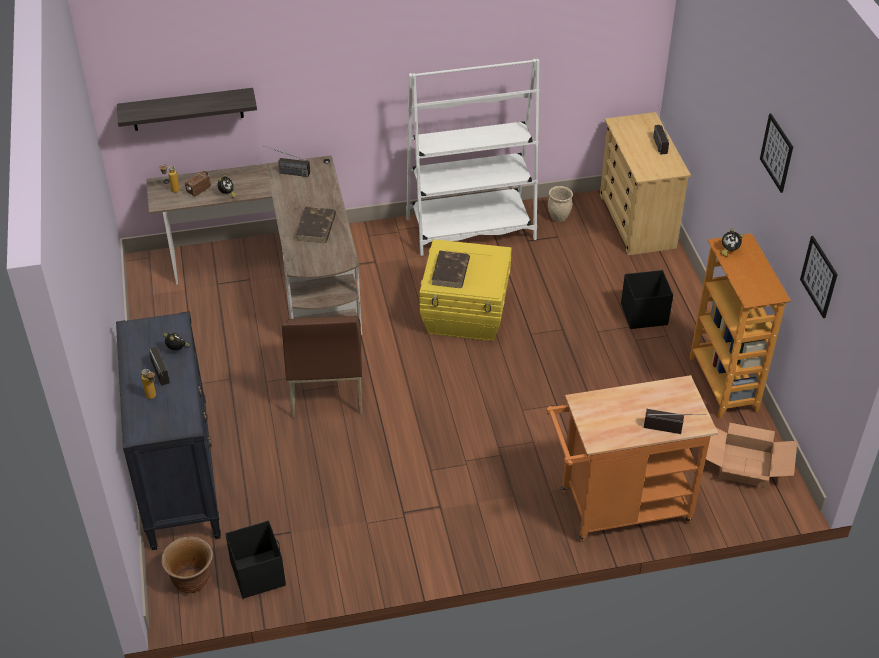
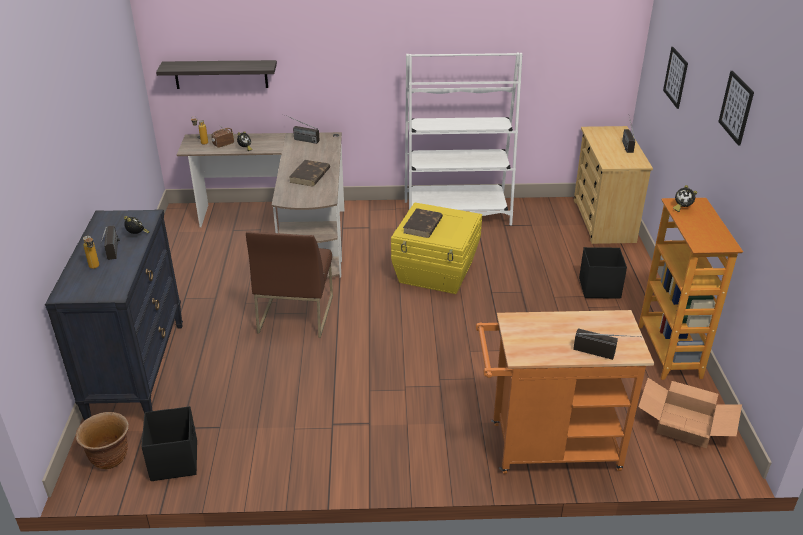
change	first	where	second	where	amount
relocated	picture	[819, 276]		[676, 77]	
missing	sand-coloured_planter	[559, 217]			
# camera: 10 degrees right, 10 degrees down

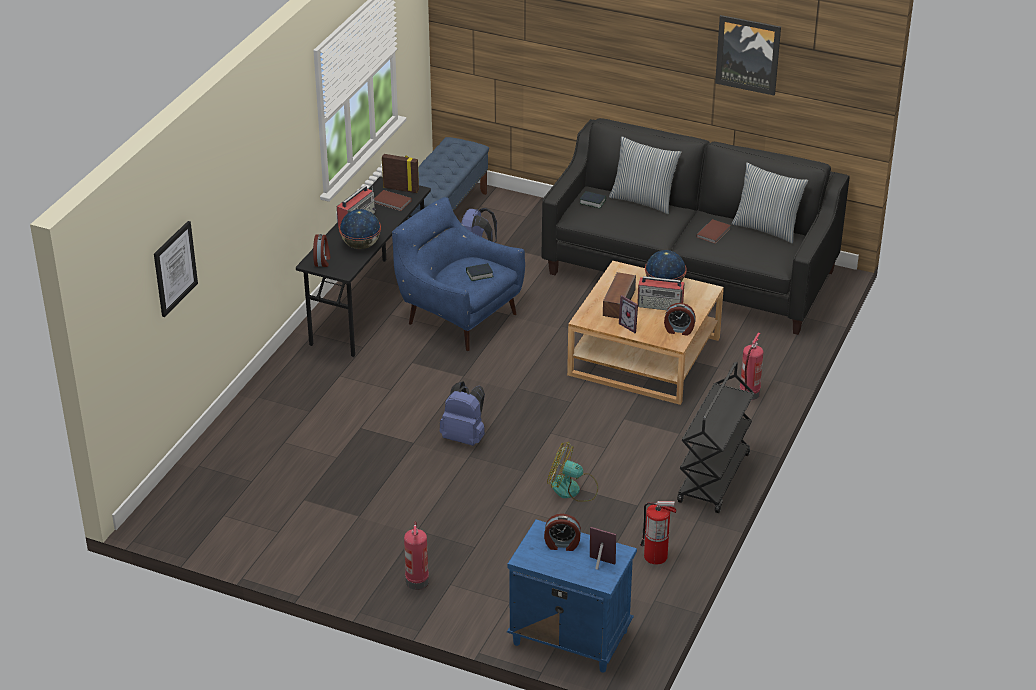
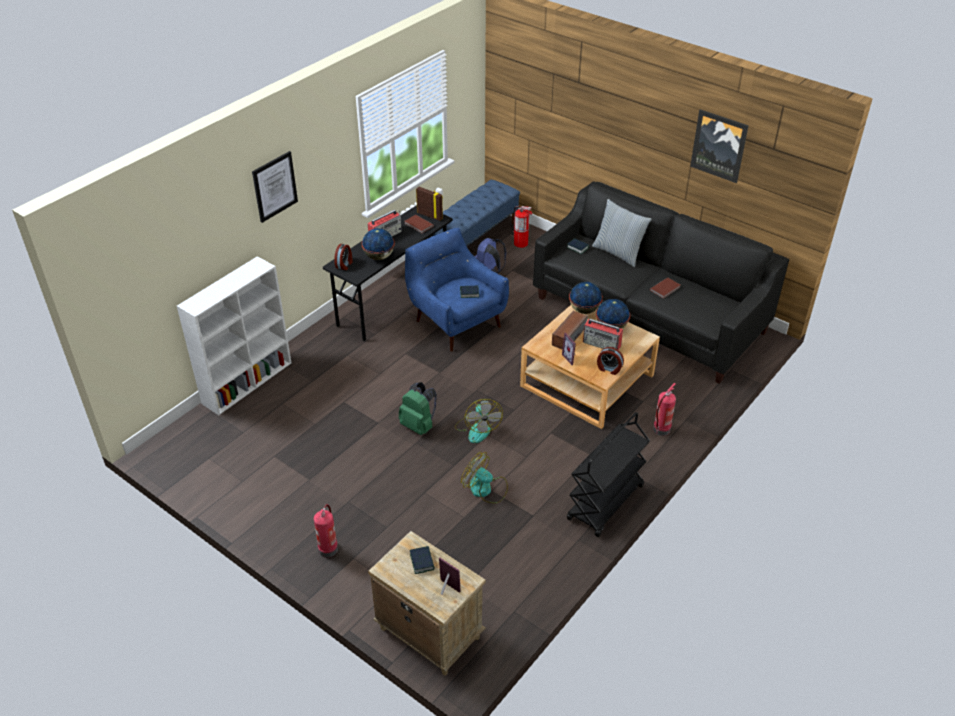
change	first	where	second	where	amount
appeared			whitish_bookcase	[248, 382]	
relocated	picture	[174, 268]		[274, 186]	
colour	blue_night_table	[568, 638]	sand-coloured_night_table	[428, 633]	
colour	blue_rucksack	[465, 437]	greenish_rucksack	[419, 425]	
exchanged	alarm_clock	[562, 544]	book	[422, 561]	
appeared			cooling_fan	[477, 428]	
relocated	extinguisher	[656, 556]		[521, 243]	
appeared			globe	[584, 310]	
missing	pillow	[767, 228]			
# camera: 15 degrees right, 5 degrees up

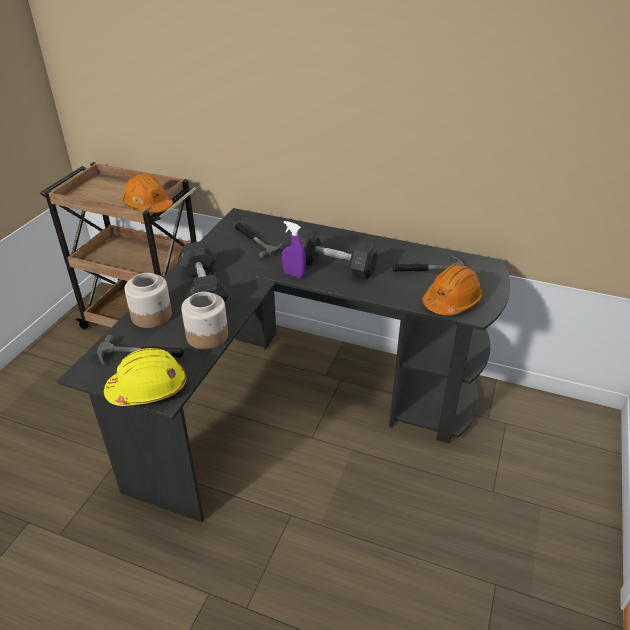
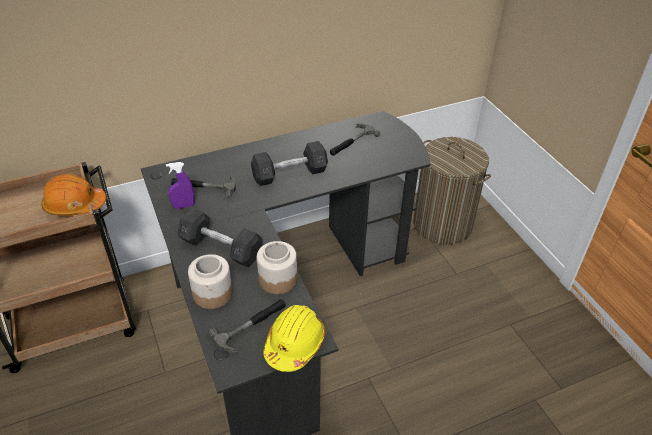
change	first	where	second	where	amount
relocated	purple_hand_sprayer	[294, 274]		[183, 206]	
appeared			hamper	[442, 224]	
missing	orange_work_helmet	[451, 301]			
# camera: 45 degrees left, 5 degrees up

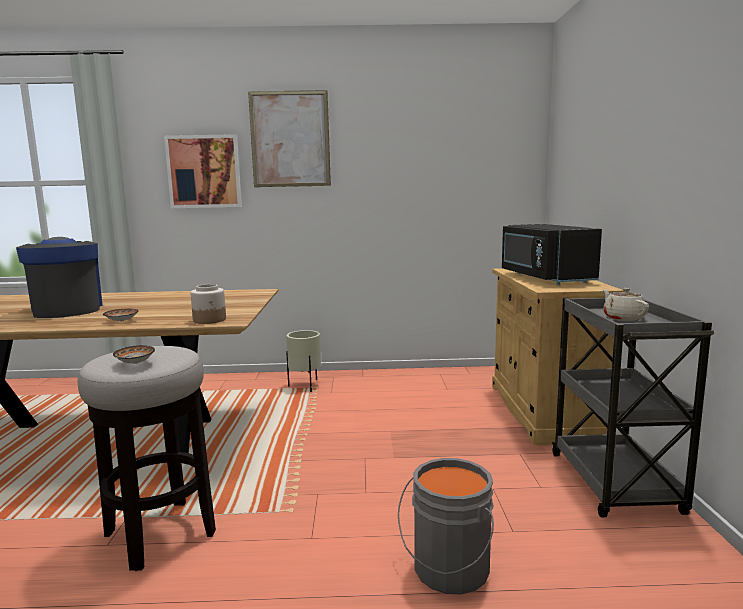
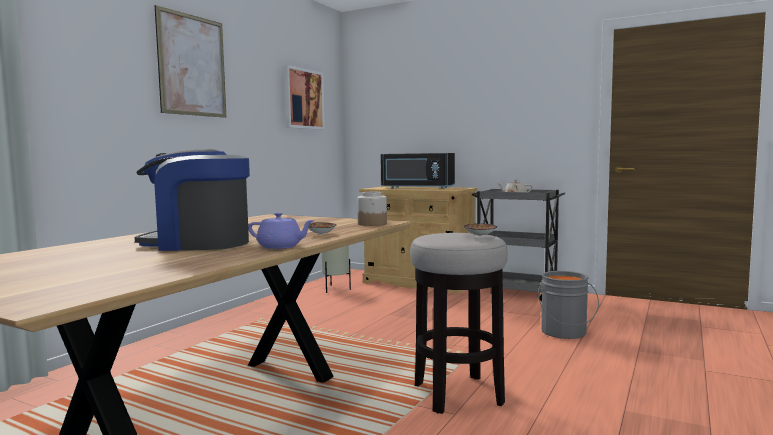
change	first	where	second	where	amount
appeared			purple_tea_pot	[281, 247]	
relocated	picture	[204, 172]		[303, 99]	
relocated	sand-coloured_planter	[305, 386]		[335, 289]	
# camera: 60 degrees left, 5 degrees down

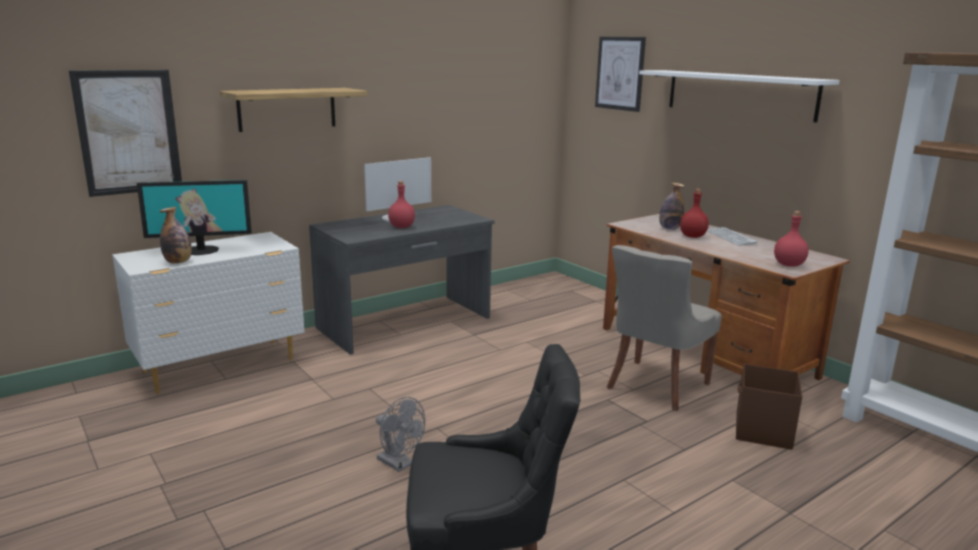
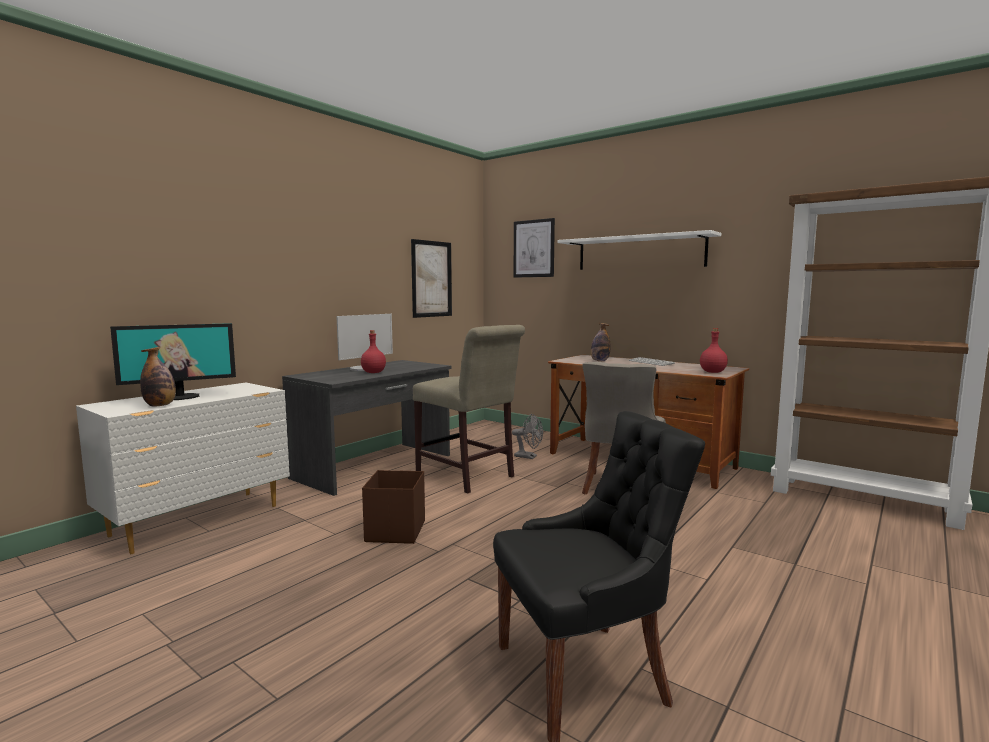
change	first	where	second	where	amount
relocated	brown_storage_box	[762, 431]		[395, 532]	
relocated	picture	[128, 132]		[431, 279]	
appeared			sand-coloured_upright_chair	[468, 477]	
relocated	grey_cooling_fan	[399, 464]		[529, 457]	
missing	wall_shelf	[287, 109]			
missing	red_beverage_bottle	[692, 236]			
# camera: 15 degrees left, 10 degrees down

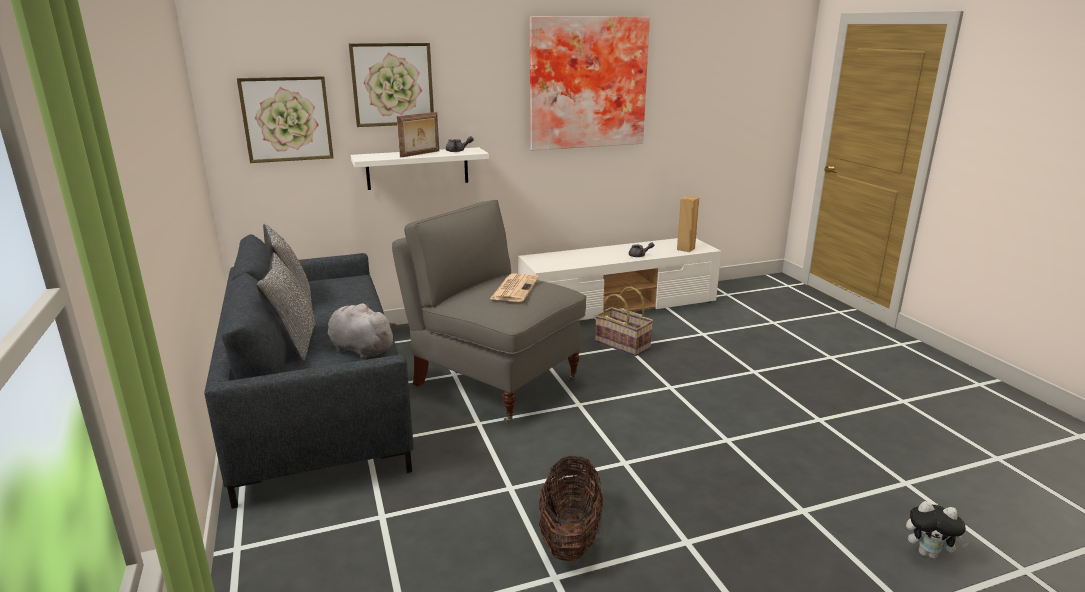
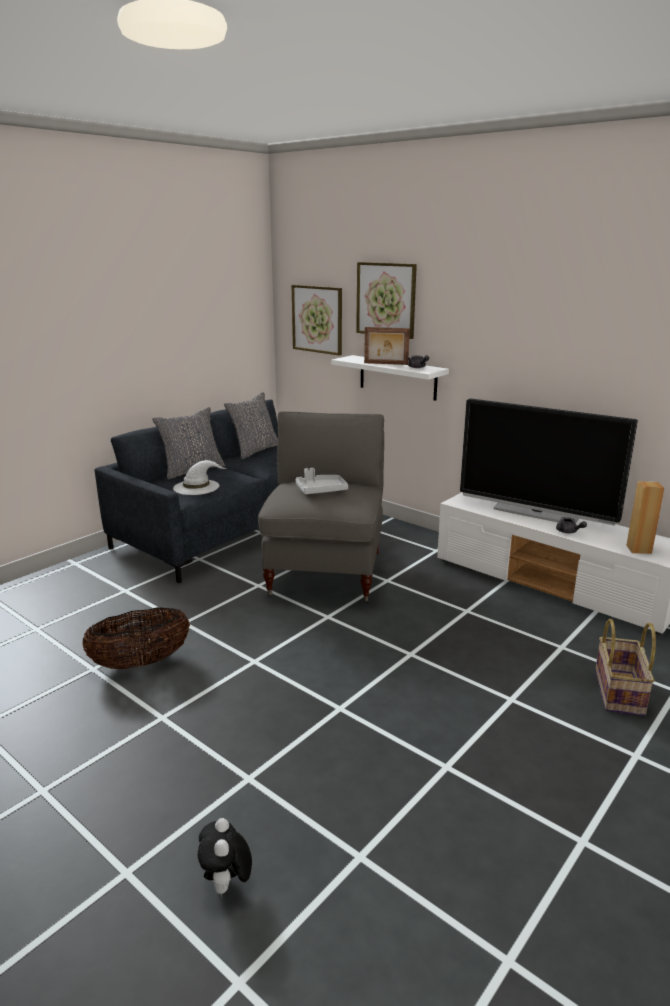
change	first	where	second	where	amount
exchanged	grey_plush_toy	[360, 349]	whitish_wearable_hat	[197, 487]	
exchanged	daily_paper	[514, 288]	grey_serving_tray	[321, 490]	
appeared			TV_set	[536, 513]	
relocated	basket	[623, 344]		[620, 692]	
missing	picture	[587, 83]			
# camera: 60 degrees right, 0 degrees up

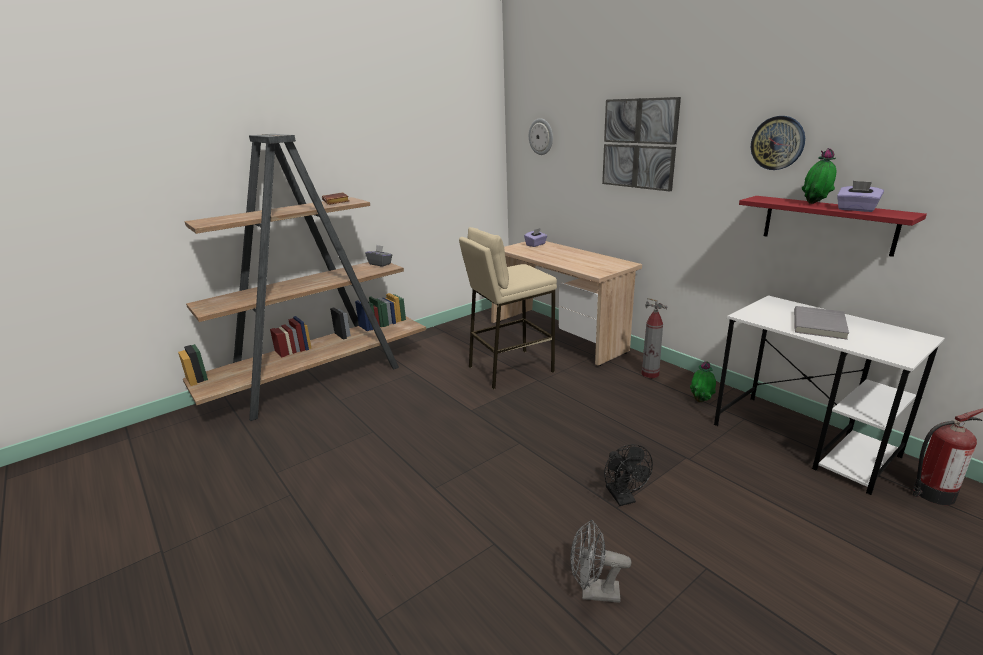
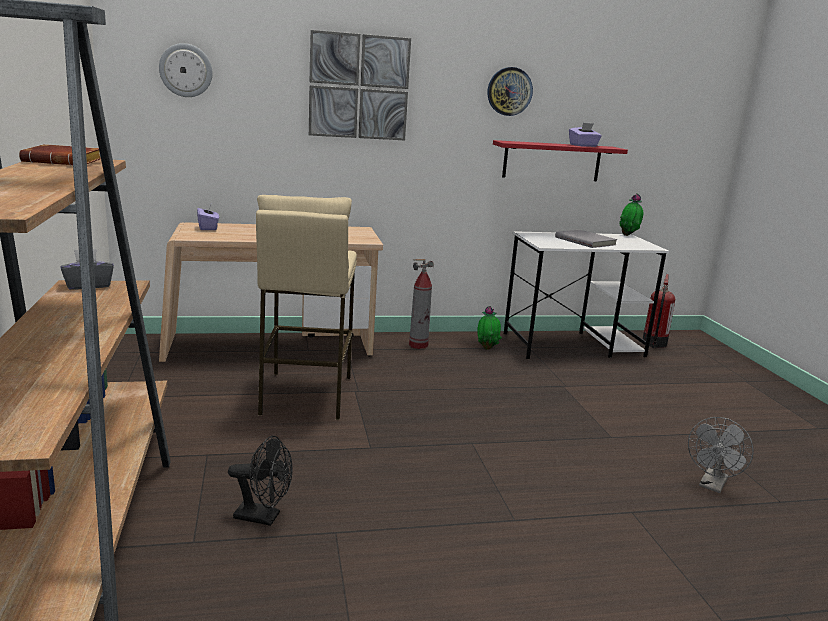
change	first	where	second	where	amount
relocated	black-coloured_cooling_fan	[623, 498]		[264, 517]	
relocated	potted_plant	[814, 204]		[628, 235]	
# camera: 65 degrees left, 5 degrees down

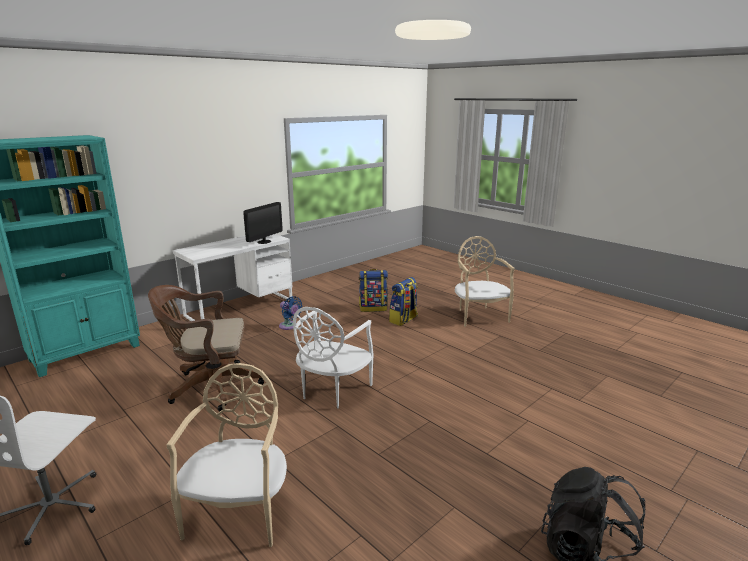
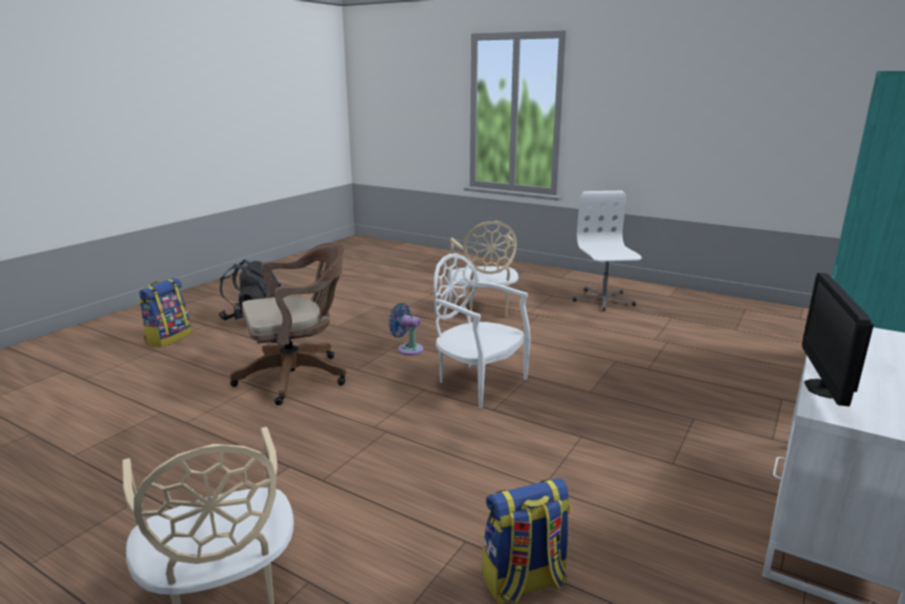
change	first	where	second	where	amount
relocated	rucksack	[404, 320]		[168, 338]	
relocated	brown_computer_chair	[210, 387]		[298, 376]	
relocated	blue_cooling_fan	[289, 326]		[408, 349]	
spun	whitish_upright_chair	[332, 390]		[478, 382]	60 degrees counterclockwise
# camera: 165 degrees right, 0 degrees up

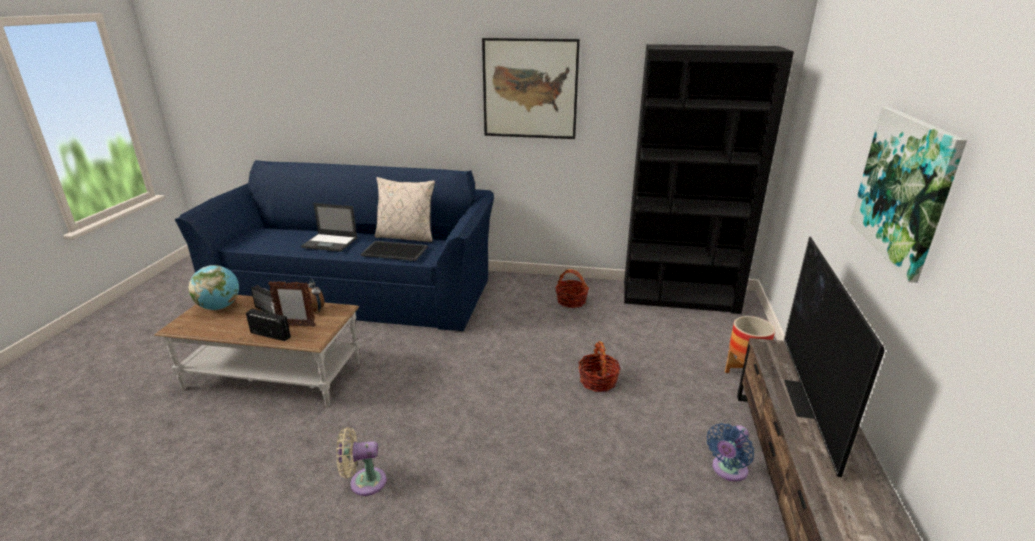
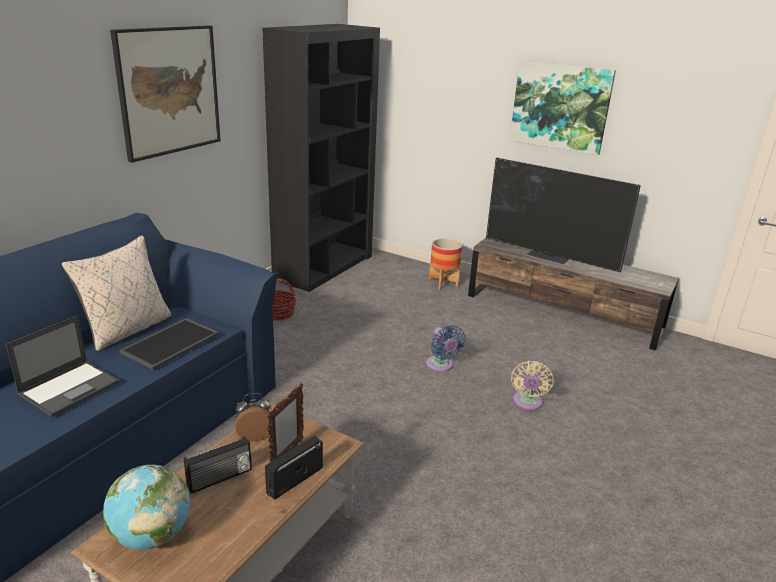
change	first	where	second	where	amount
relocated	blue_cooling_fan	[727, 470]		[441, 366]	
relocated	sand-coloured_cooling_fan	[364, 482]		[527, 403]	
missing	basket	[598, 381]			
# camera: 70 degrees left, 0 degrees up

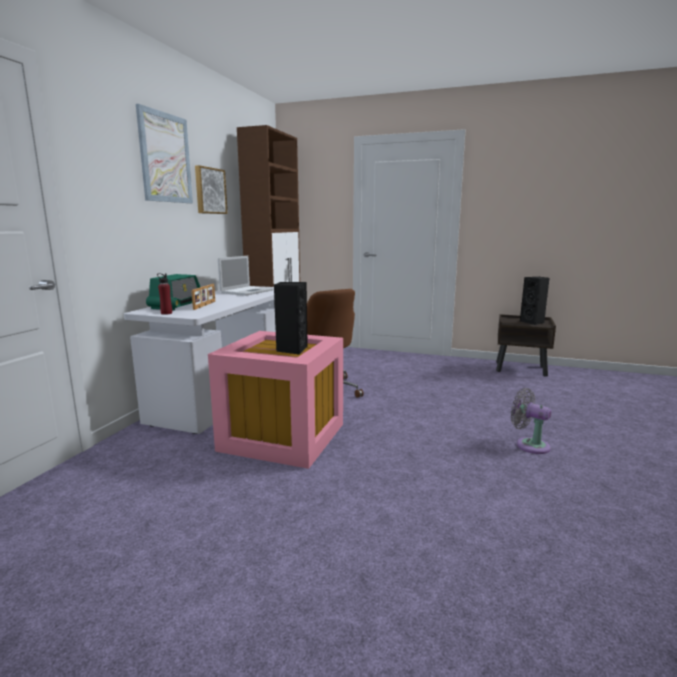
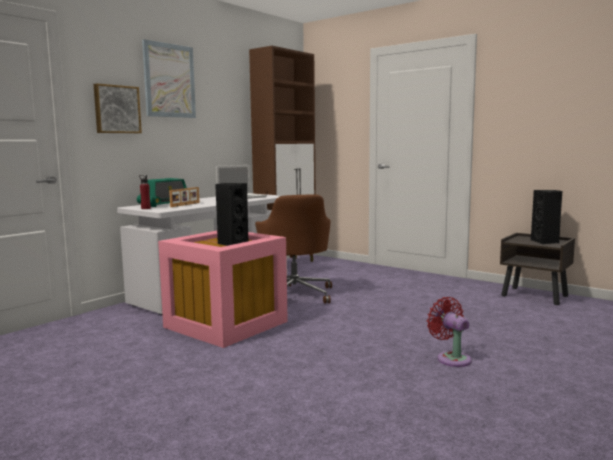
change	first	where	second	where	amount
relocated	picture	[209, 191]		[116, 109]	
colour	grey_cooling_fan	[529, 445]	red_cooling_fan	[451, 358]	
# camera: 20 degrees right, 5 degrees down

